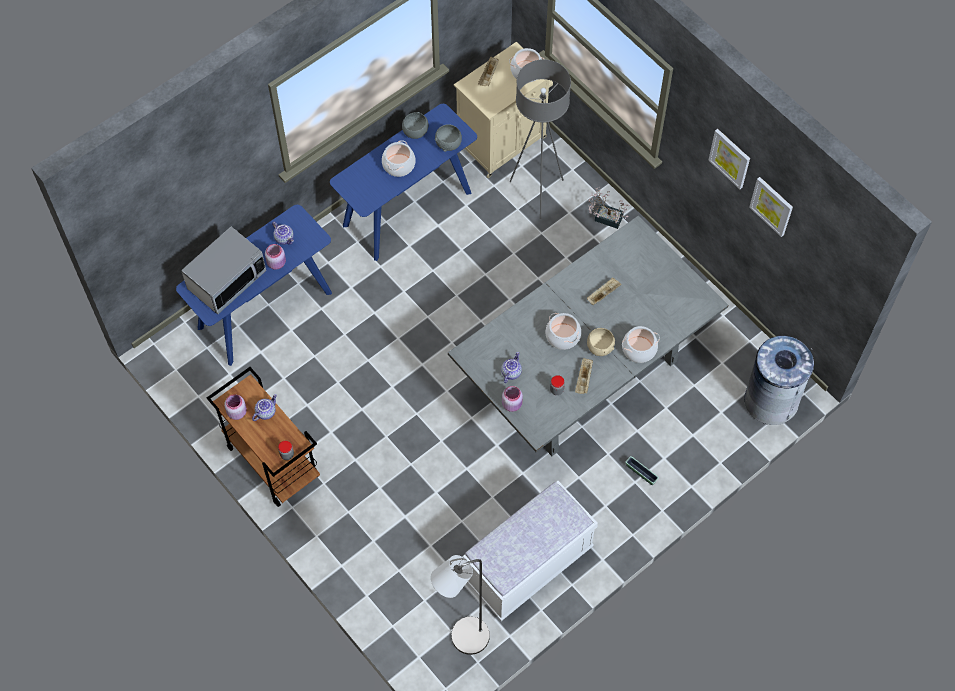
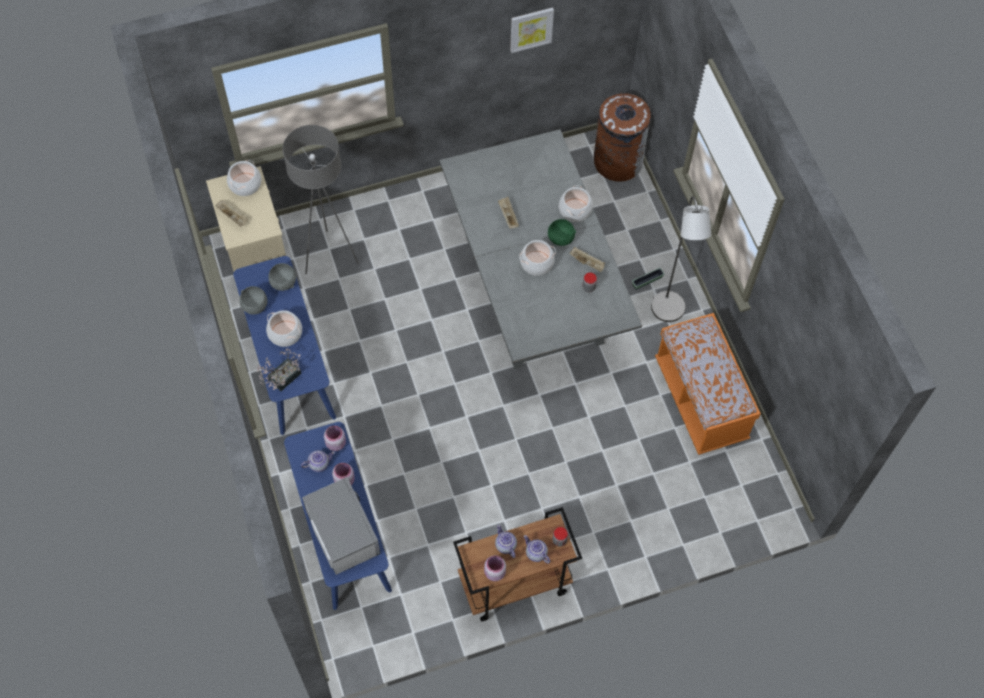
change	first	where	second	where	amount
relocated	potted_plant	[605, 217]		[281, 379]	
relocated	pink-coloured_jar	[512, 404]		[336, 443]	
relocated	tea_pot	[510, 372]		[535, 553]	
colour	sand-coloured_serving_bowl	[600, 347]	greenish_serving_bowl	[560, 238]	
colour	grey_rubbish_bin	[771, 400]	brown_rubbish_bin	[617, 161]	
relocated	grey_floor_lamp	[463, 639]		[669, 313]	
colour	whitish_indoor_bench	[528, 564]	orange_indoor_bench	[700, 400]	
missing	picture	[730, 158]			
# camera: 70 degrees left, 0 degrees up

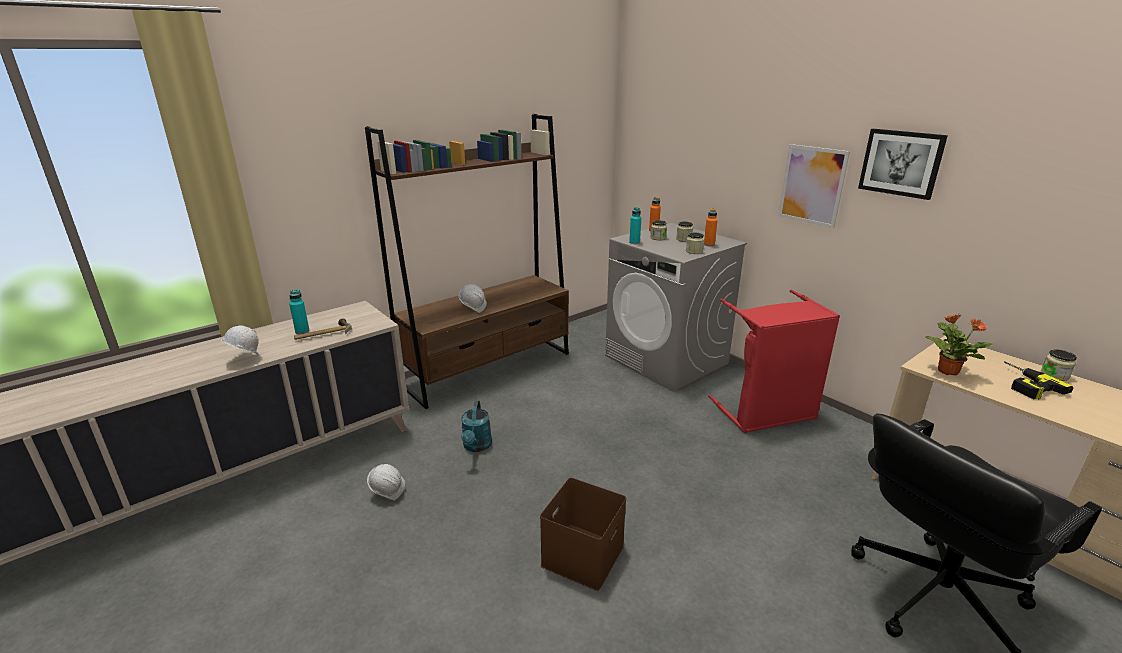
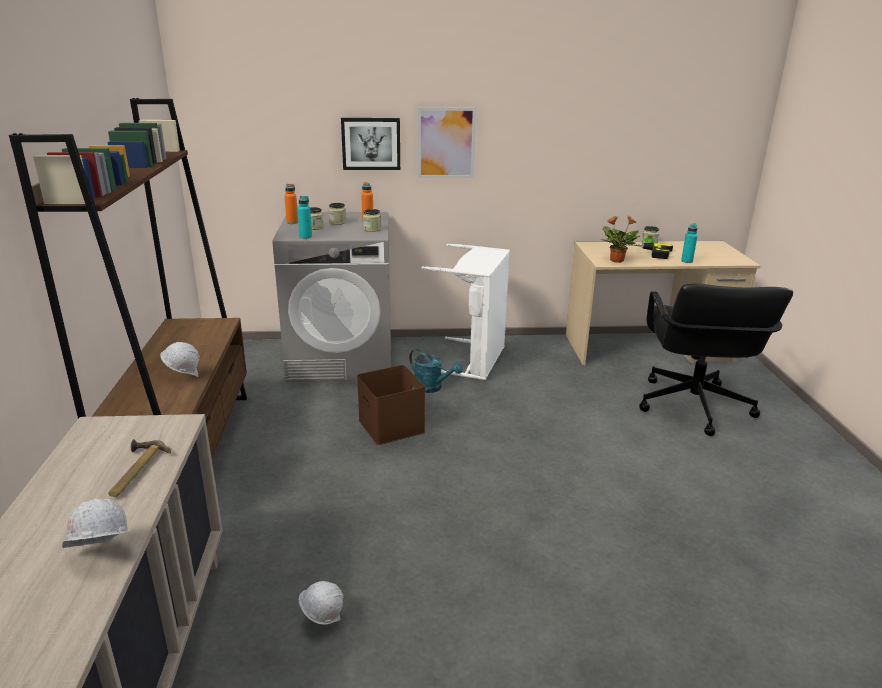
change	first	where	second	where	amount
relocated	picture	[901, 163]		[371, 143]	
relocated	brown_storage_box	[582, 554]		[389, 426]	
relocated	turquoise-coloured_watering_pot	[476, 446]		[432, 388]	
colour	red_hamper	[767, 414]	whitish_hamper	[474, 360]	
relocated	turquoise-coloured_beverage_bottle	[302, 331]		[687, 261]	
# camera: 55 degrees left, 0 degrees up

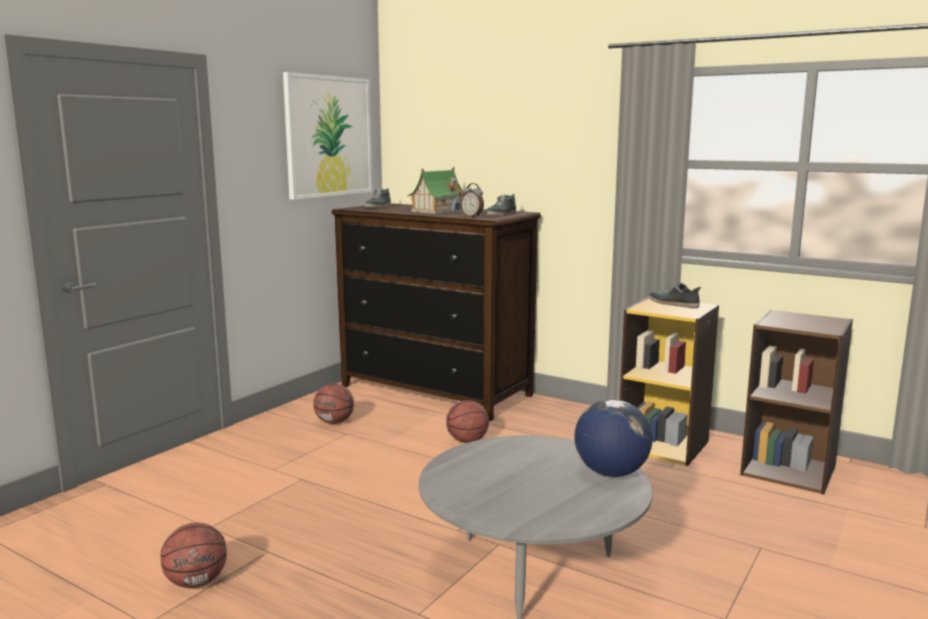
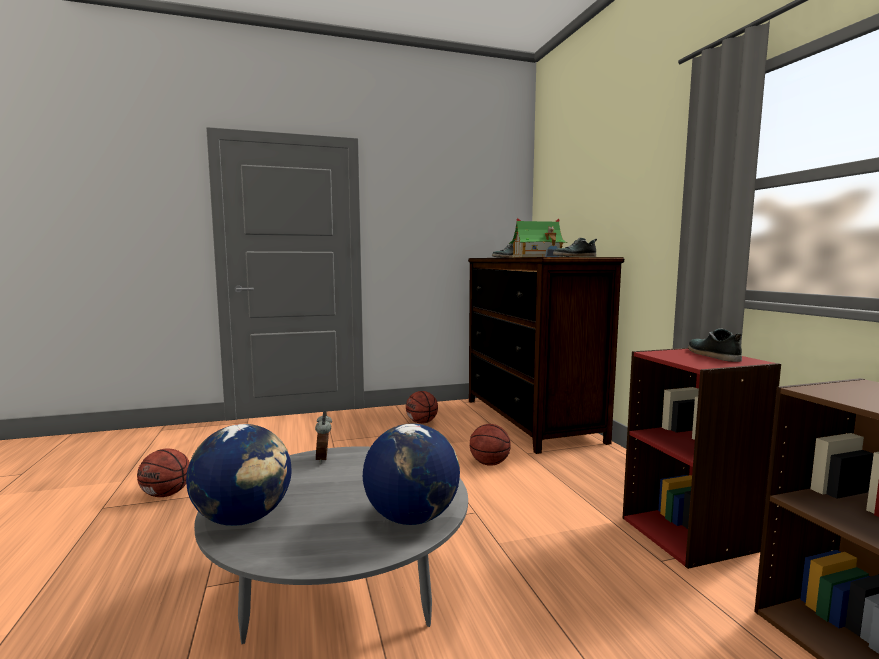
change	first	where	second	where	amount
appeared			globe	[244, 518]	
relocated	alarm_clock	[472, 217]		[324, 459]	
colour	yellow_bookcase	[663, 445]	red_bookcase	[689, 533]	
missing	picture	[328, 136]			
# camera: 40 degrees right, 5 degrees down

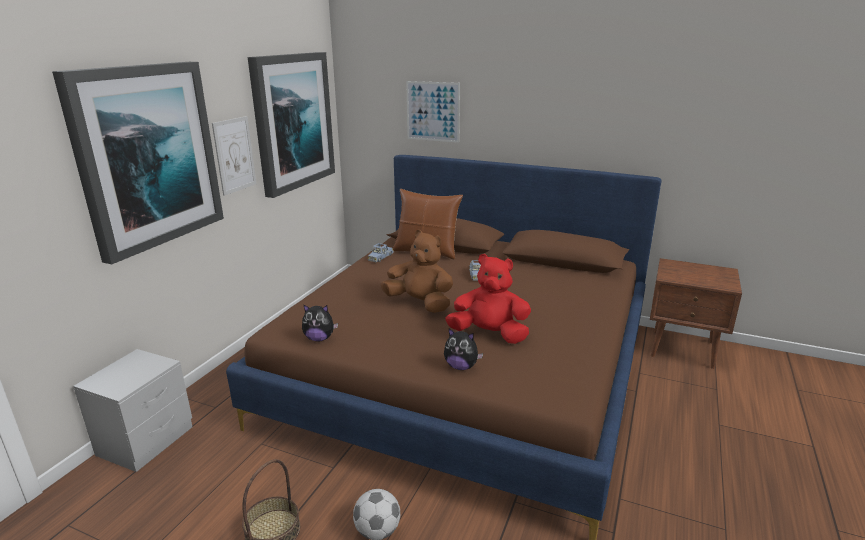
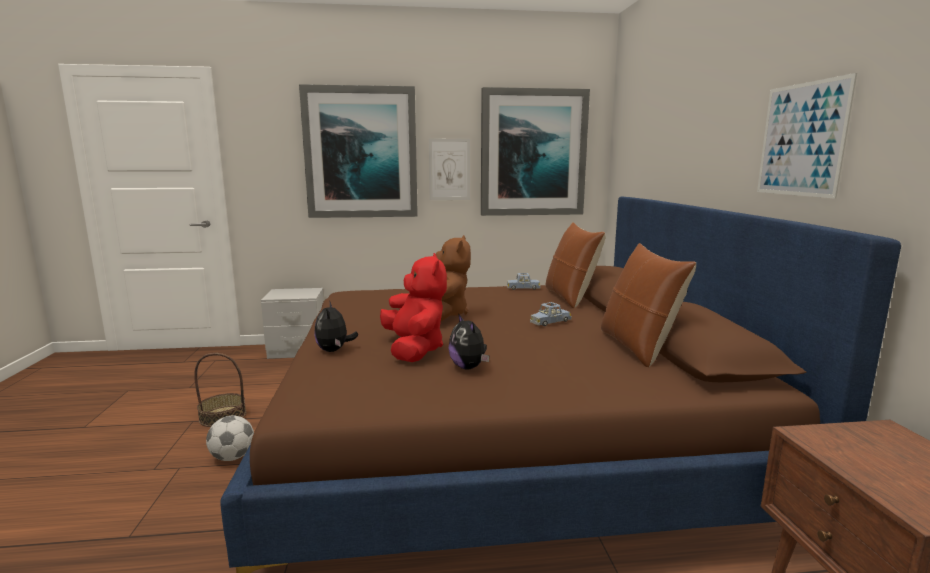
change	first	where	second	where	amount
relocated	plush_toy	[319, 338]		[469, 367]	
appeared			brown_pillow	[637, 347]	
relocated	picture	[433, 111]		[801, 139]	
# camera: 60 degrees right, 10 degrees down

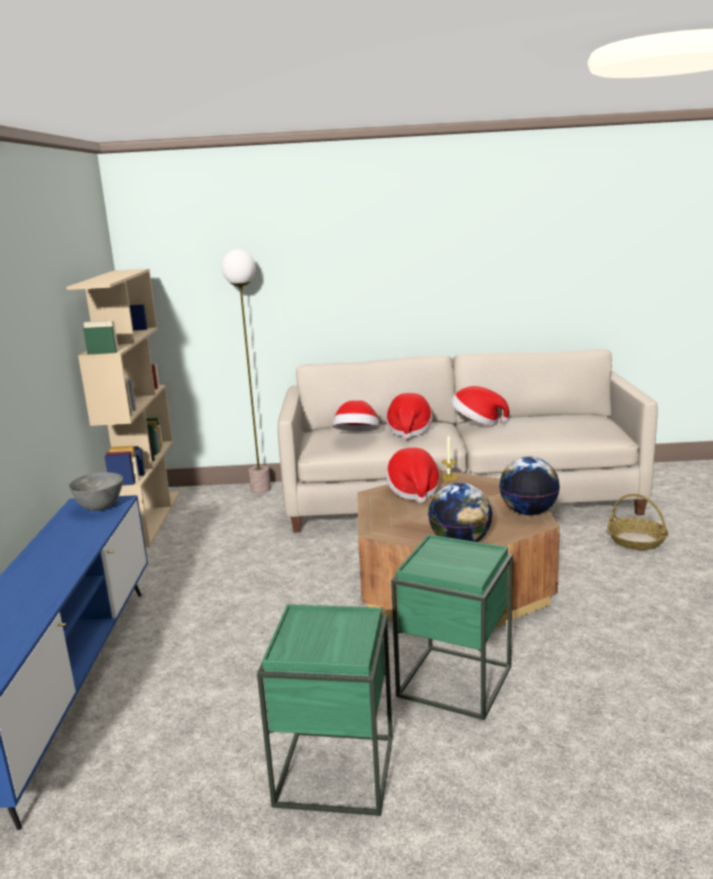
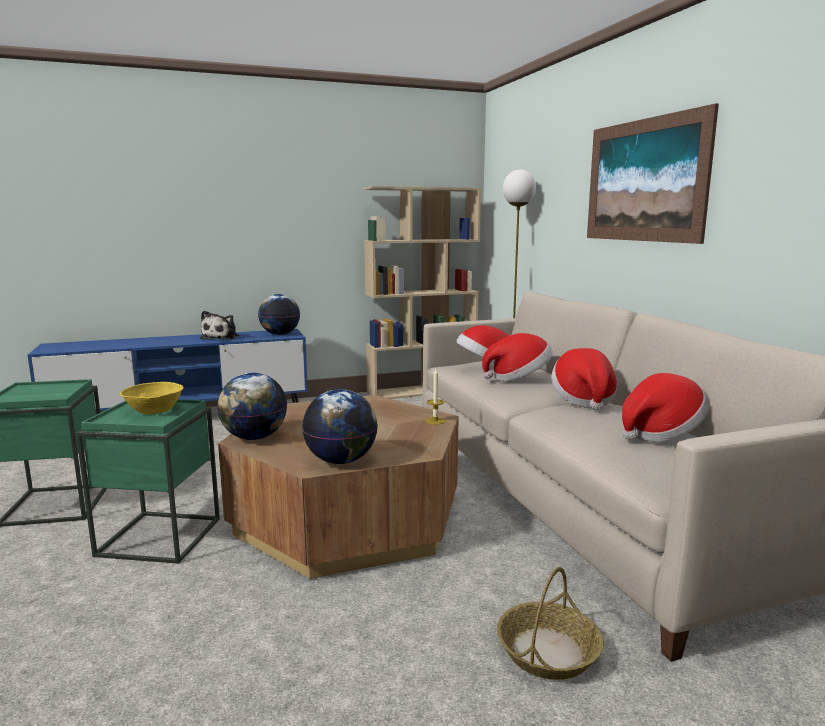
change	first	where	second	where	amount
appeared			yellow_serving_bowl	[154, 411]	
appeared			plush_toy	[222, 337]	
exchanged	grey_serving_bowl	[100, 508]	globe	[280, 334]	
appeared			picture	[644, 180]	
relocated	wearable_hat	[413, 491]		[660, 433]	
# camera: 70 degrees right, 5 degrees down

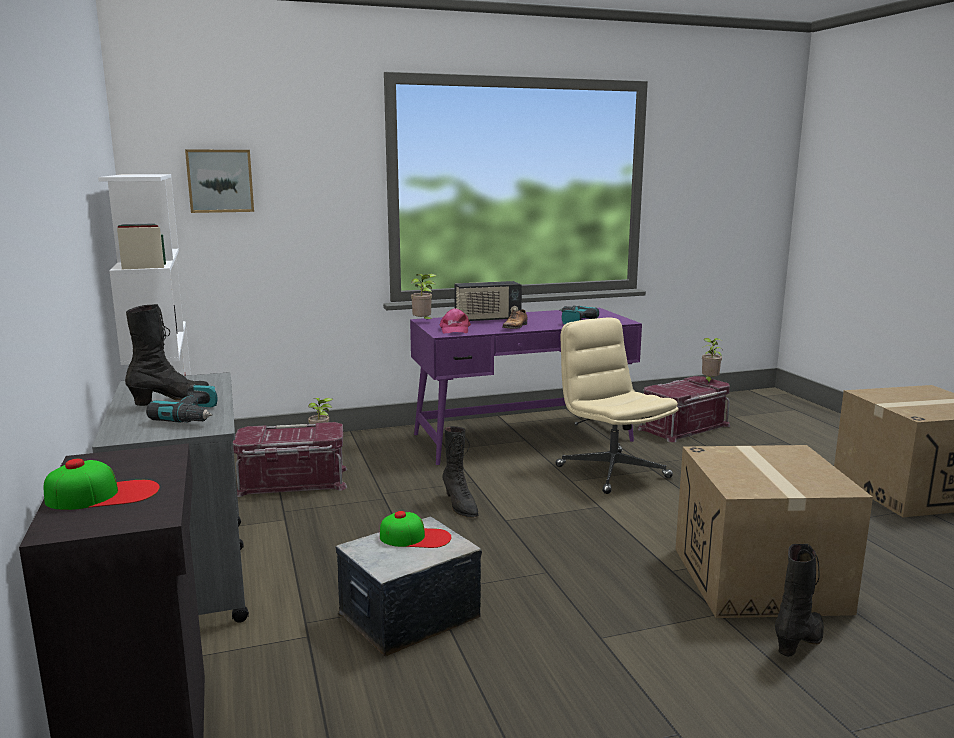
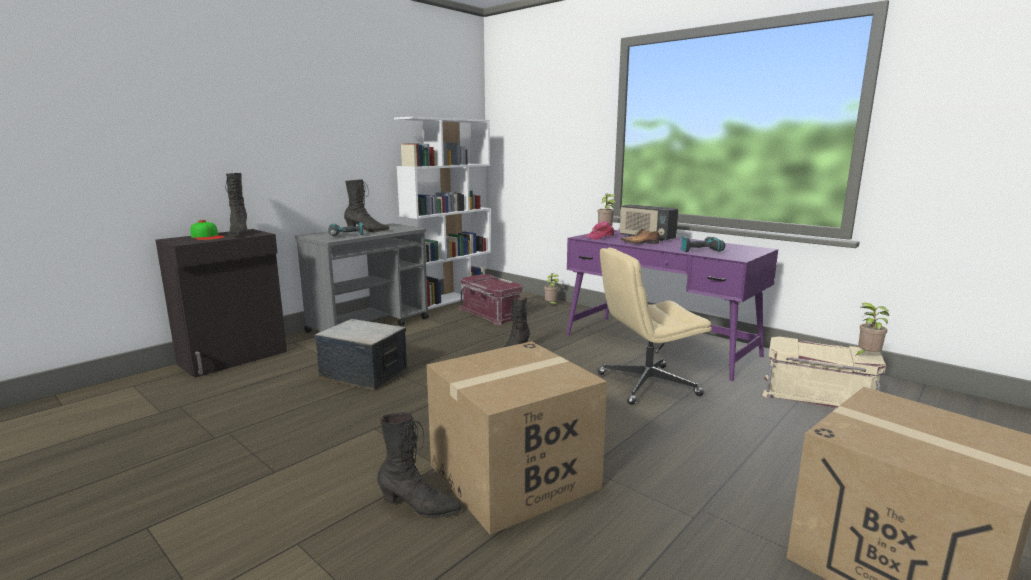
change	first	where	second	where	amount
appeared			black-coloured_high-top_boot	[239, 233]	
spun	sand-coloured_computer_chair	[611, 471]		[646, 385]	135 degrees counterclockwise
colour	red_storage_box	[683, 427]	sand-coloured_storage_box	[817, 395]	
missing	picture	[220, 181]			
missing	cap	[415, 537]			
# camera: 60 degrees right, 0 degrees up

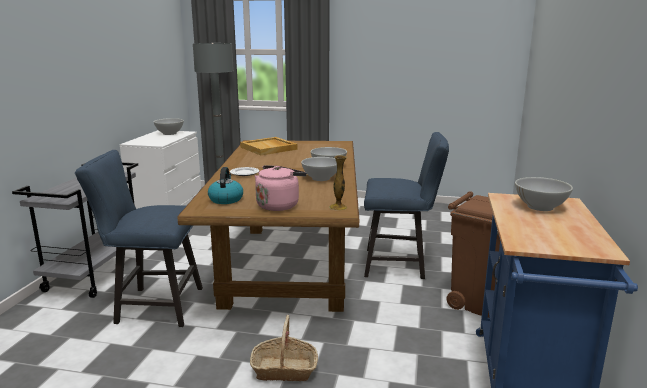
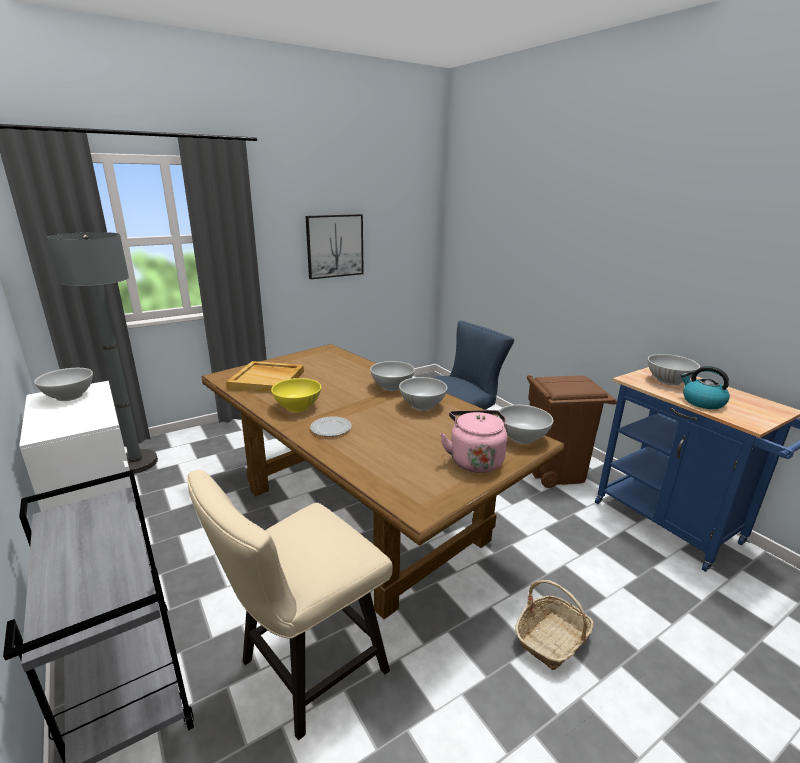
change	first	where	second	where	amount
colour	blue_upright_chair	[153, 306]	sand-coloured_upright_chair	[304, 671]	
appeared			yellow_serving_bowl	[297, 407]	
appeared			picture	[335, 246]	
exchanged	decorative_vase	[338, 207]	whitish_serving_bowl	[522, 437]	
relocated	water_kettle	[226, 199]		[702, 402]	
# camera: 45 degrees left, 5 degrees up

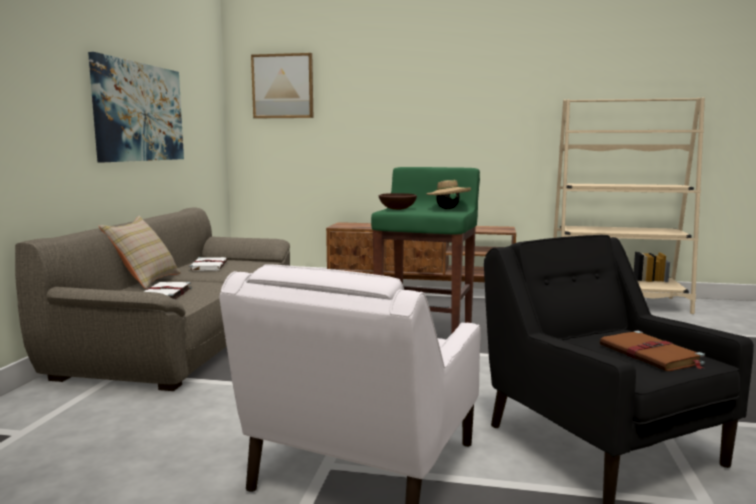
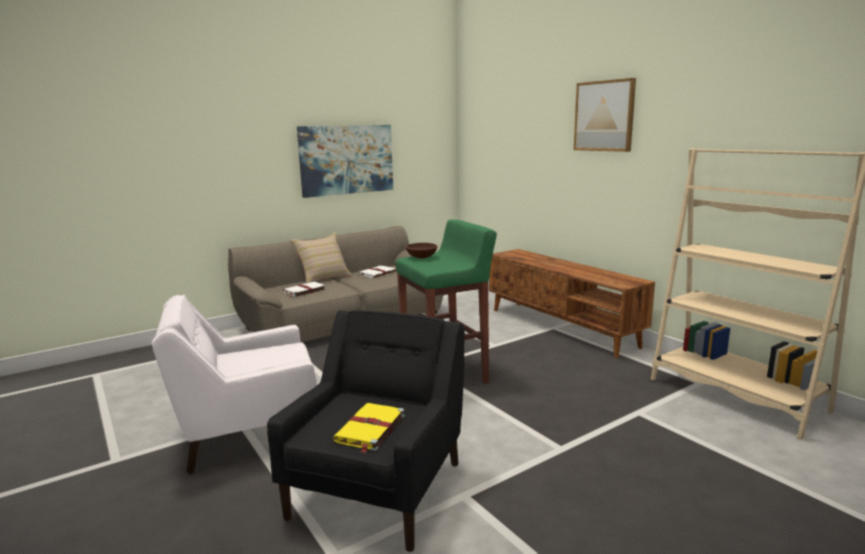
change	first	where	second	where	amount
colour	brown_book	[651, 355]	yellow_book	[369, 429]	
relocated	picture	[283, 86]		[604, 116]	
missing	sand-coloured_wearable_hat	[448, 209]			
# camera: 45 degrees right, 5 degrees up

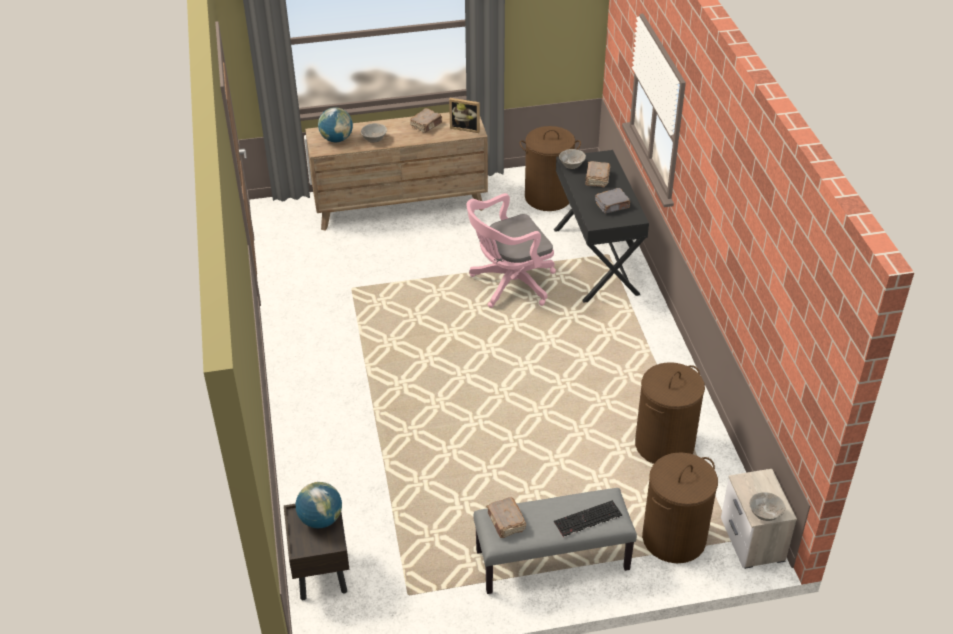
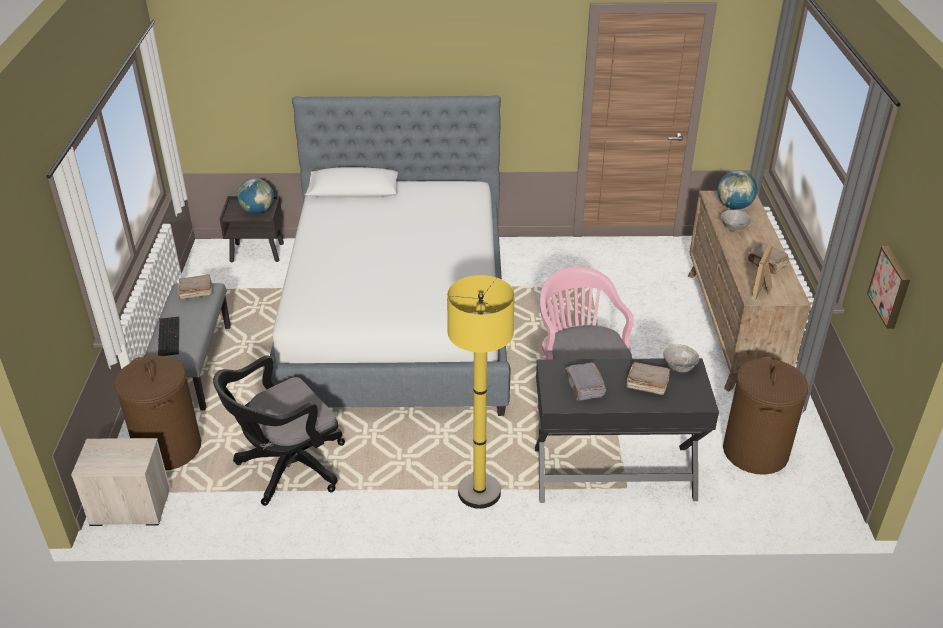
change	first	where	second	where	amount
exchanged	brown_hamper	[664, 445]	black-coloured_computer_chair	[287, 468]	
appeared			bedroom_bed	[397, 319]	
appeared			yellow_floor_lamp	[479, 492]	
appeared			picture	[891, 287]	
missing	grey_serving_bowl	[764, 514]			
# camera: 100 degrees right, 5 degrees down

